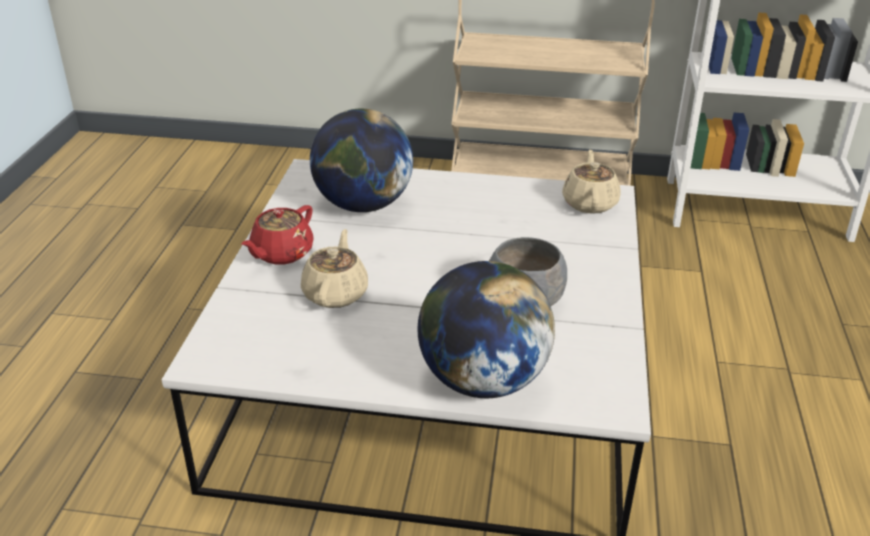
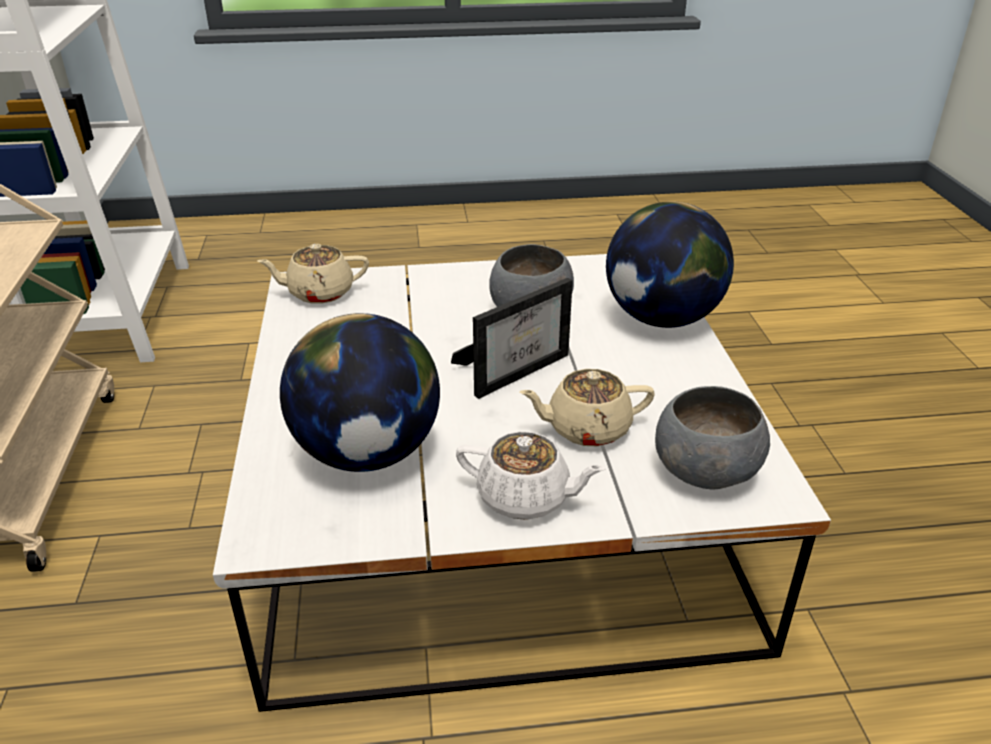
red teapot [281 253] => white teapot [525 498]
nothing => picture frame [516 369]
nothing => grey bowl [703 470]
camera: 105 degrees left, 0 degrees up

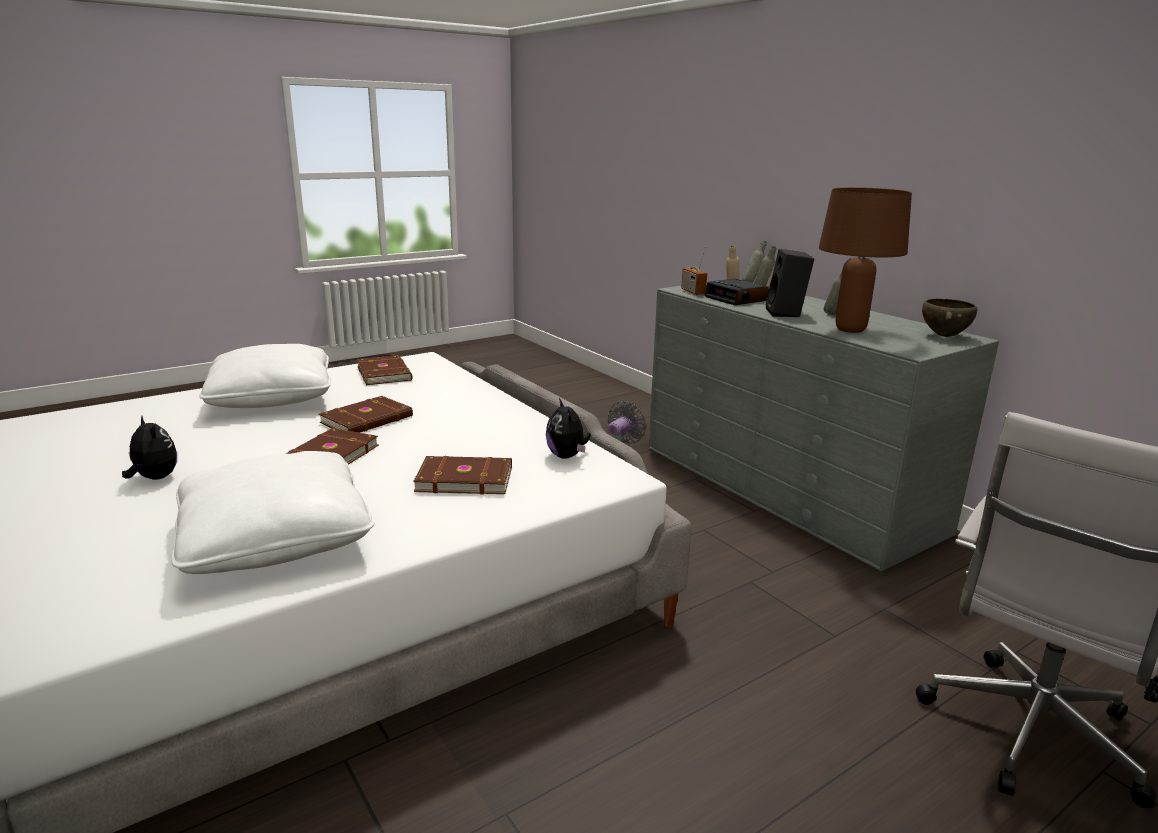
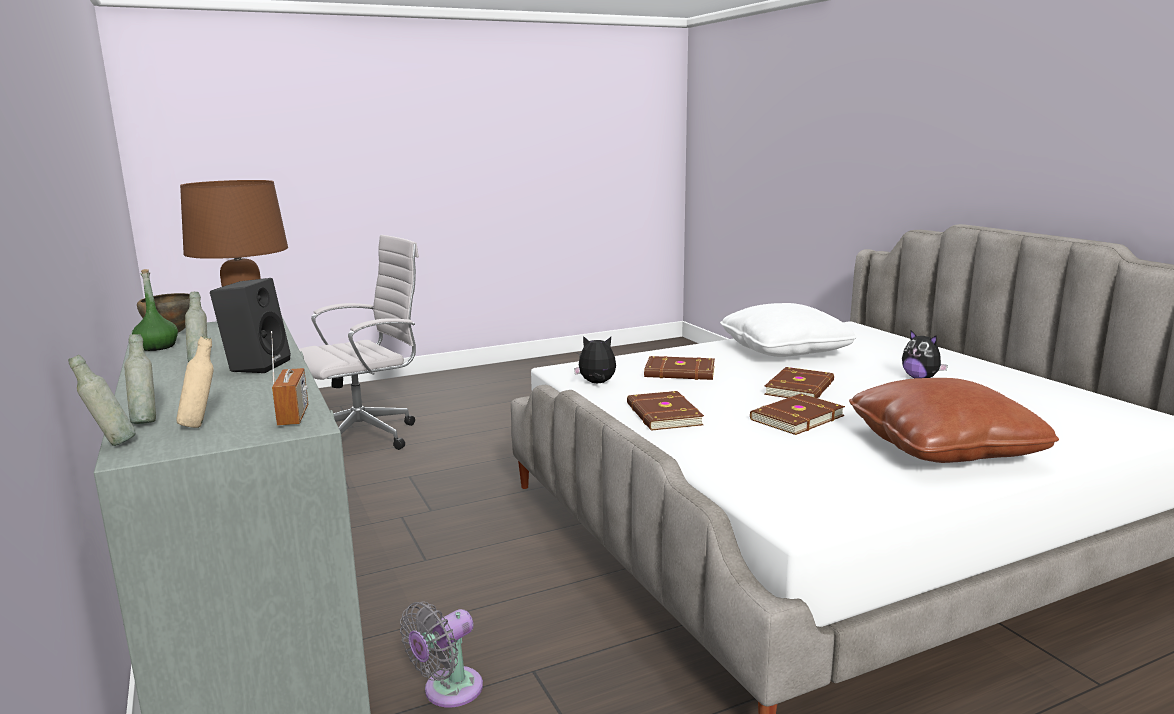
alarm clock [736 299] => nothing
white pillow [272 398] => brown pillow [943 448]
brown book [385 373] => brown book [662 415], shifted
plush toy [567 456] => plush toy [597 383], 75 degrees counterclockwise
nothing => green bottle [157 347]
camera: 170 degrees left, 5 degrees down

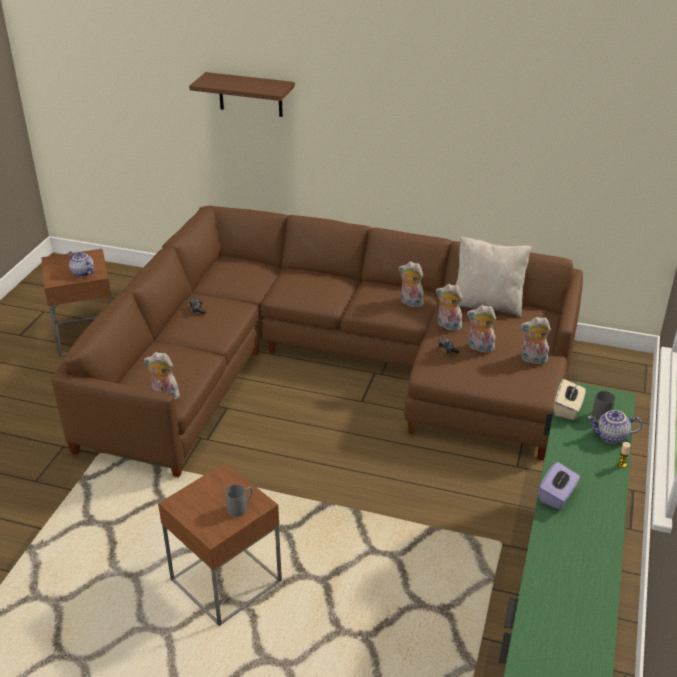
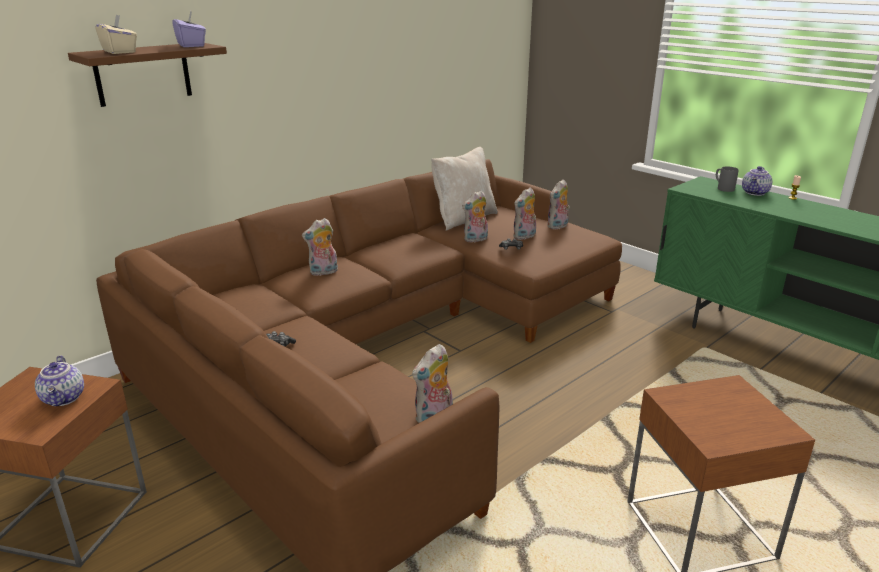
teapot [82 273] => teapot [64 398], 90 degrees counterclockwise
plush toy [410 303] => plush toy [323 272], shifted
beige tissue box [568 409] => beige tissue box [120 52], shifted
purple tissue box [557 496] => purple tissue box [191 45], shifted
grey mug [241 507] => nothing
camera: 60 degrees left, 10 degrees down

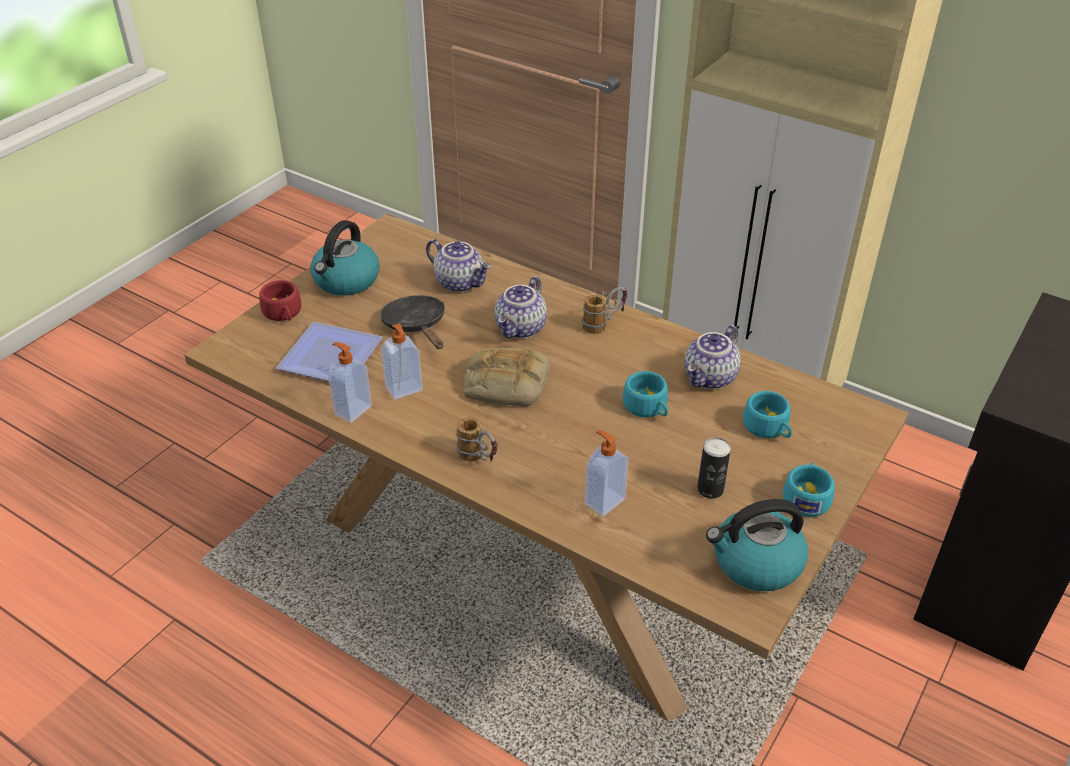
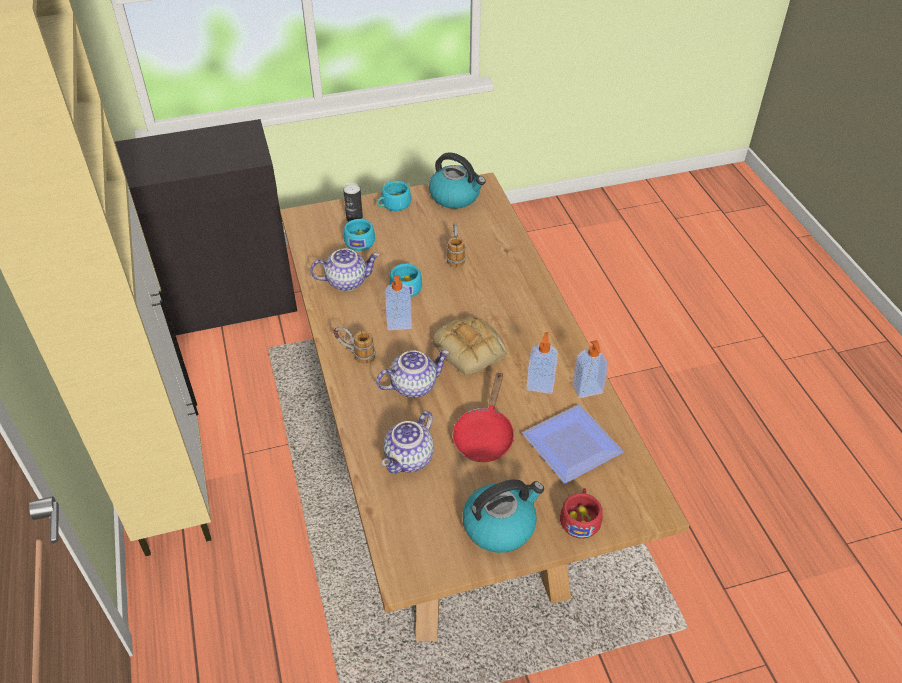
teapot [460 282] => teapot [409 459], 135 degrees counterclockwise
black frying pan [416 326] => red frying pan [484 435]
mug [479 459] => mug [455 256], shifted
soap dispenser [603 501] => soap dispenser [399 324], shifted
can [710 489] => can [354 218], shifted
camera: 140 degrees left, 5 degrees up

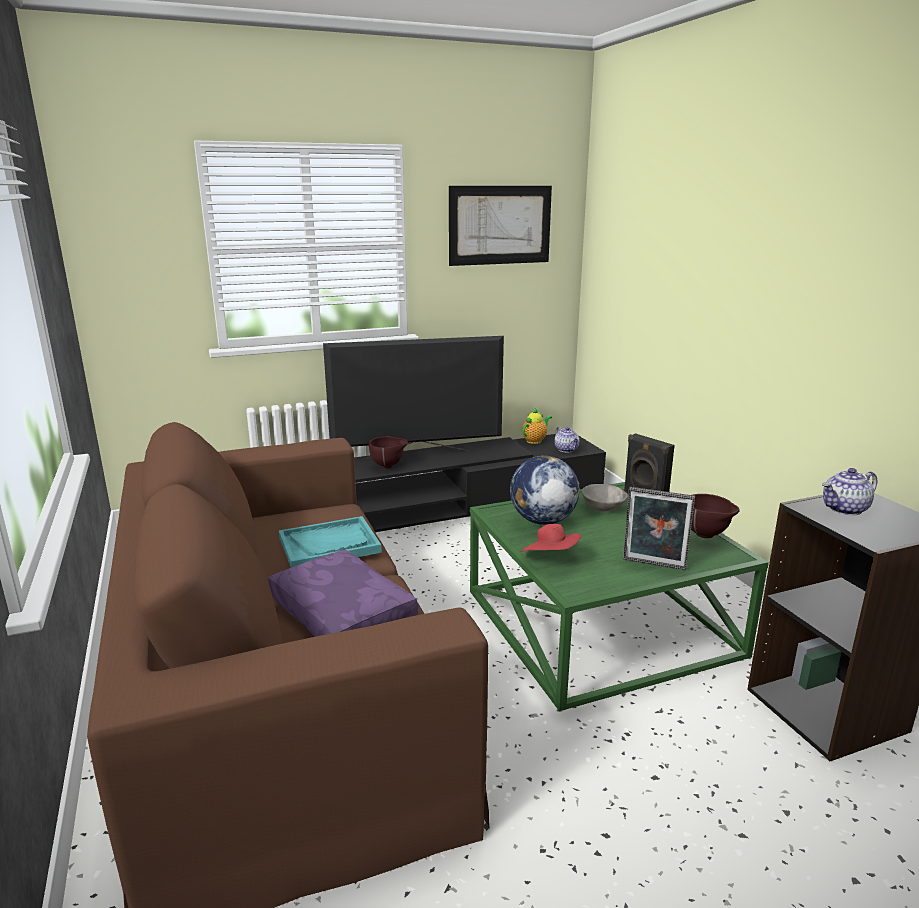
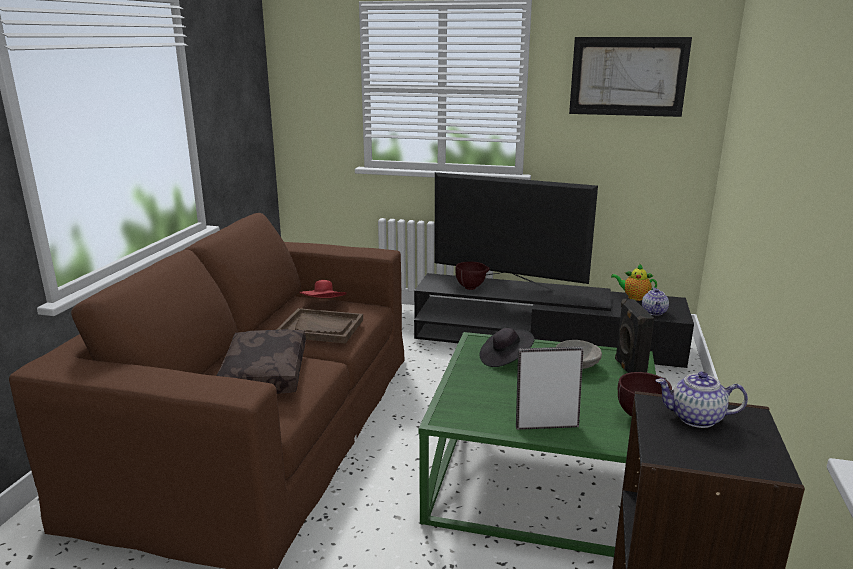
teapot [535 440] => teapot [634 297], 150 degrees counterclockwise
globe [542 521] => black hat [505 359]
picture frame [653 565] => picture frame [546 425], 120 degrees clockwise
turquoise tray [329 545] => brown tray [321 328]
red hat [550 558] => red hat [324 305], shifted
purple pillow [339 614] => brown pillow [263 373]
camera: 35 degrees right, 0 degrees up

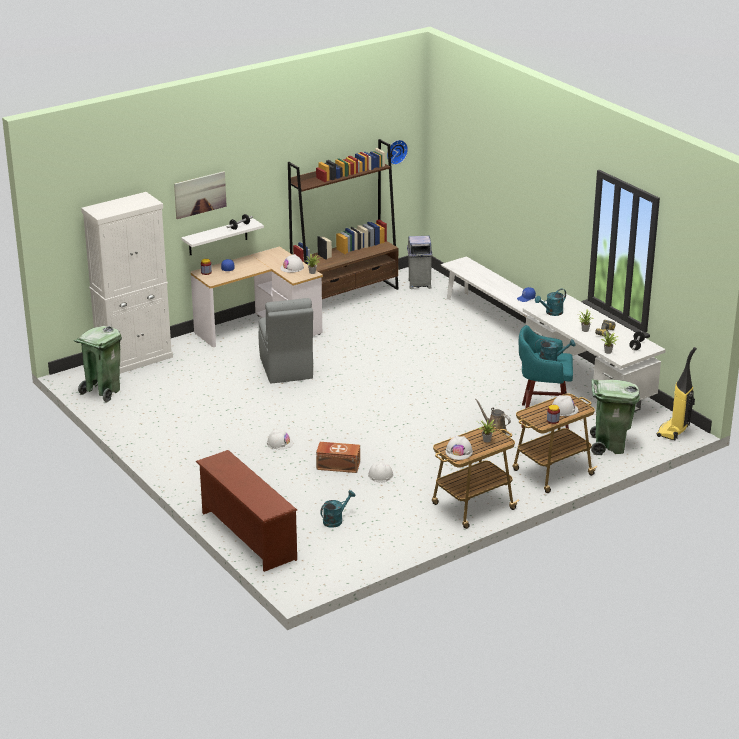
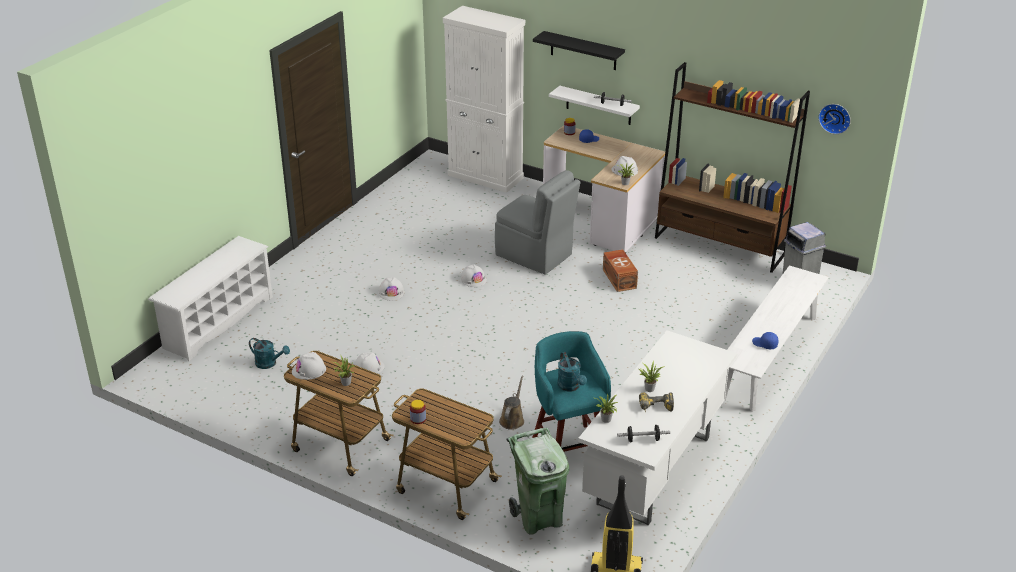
picture [200 194] => black shelf [583 51]
turquoise watering can [551 313] => nothing
grey chair [286 369] => grey chair [535 255], 105 degrees counterclockwise
green trash can [102 391] => nothing
white hard hat [564 409] => white hard hat [473 279], shifted
brown storage box [337 465] => brown storage box [619 278], shifted
brown shoe rack [246 536] => white shoe rack [217 322]
camera: 65 degrees right, 5 degrees up

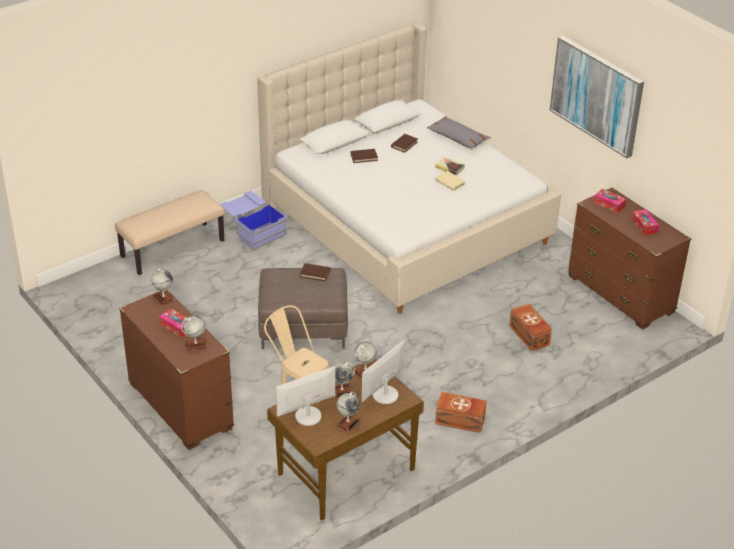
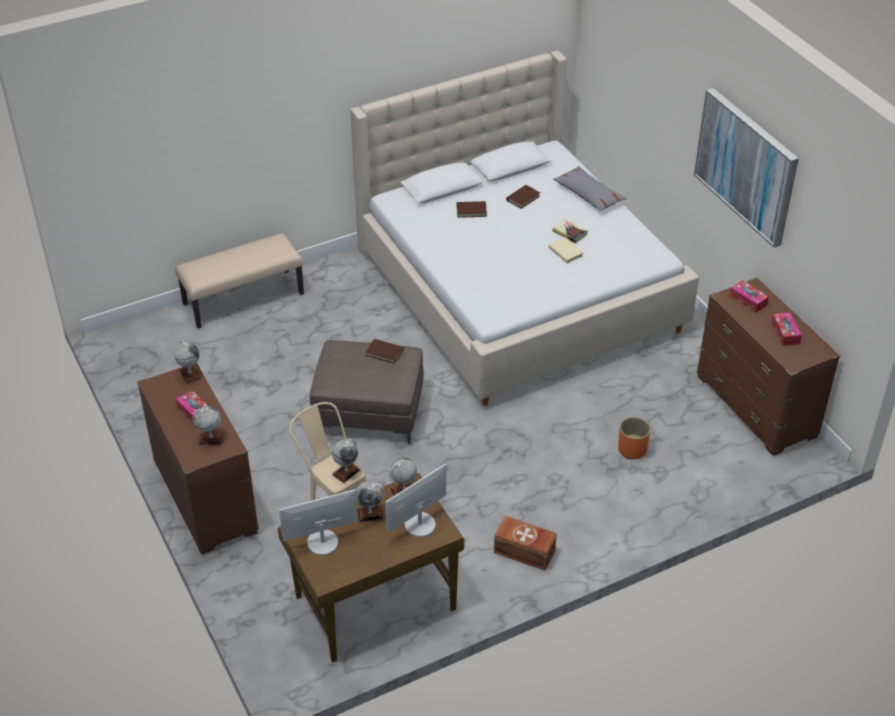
blue storage box [253 230] => nothing
brown storage box [529 335] => orange planter [632 450]
globe [348 423] => globe [346 472], shifted
camera: 10 degrees right, 5 degrees up

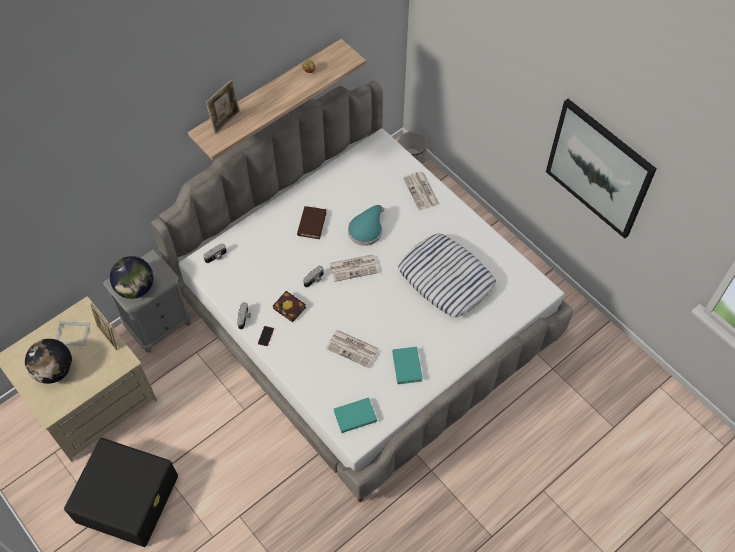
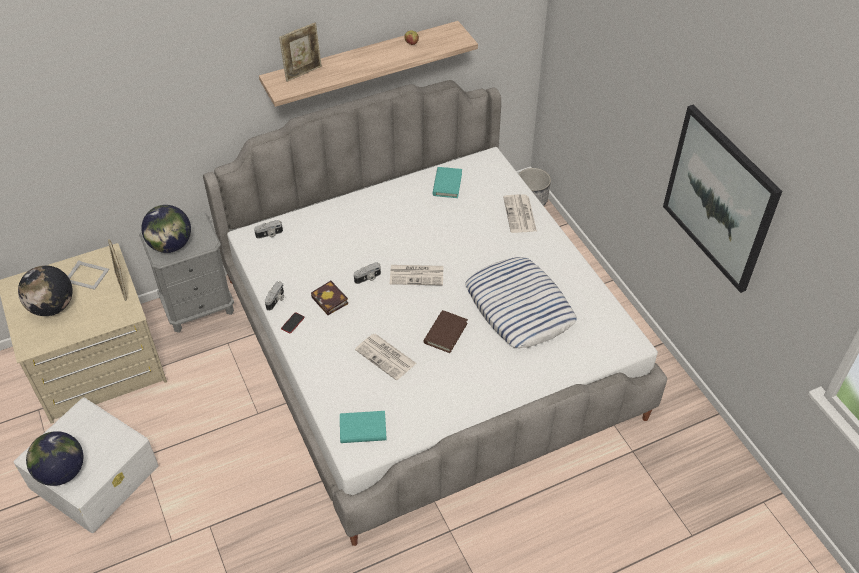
turquoise hat [366 229] => nothing
brown book [312 224] => brown book [445 333], shifted
turquoise book [407 366] => turquoise book [447 184], shifted
black storage box [127 497] => white storage box [95 475]
nothing => globe [62 472]
camera: 15 degrees right, 10 degrees down

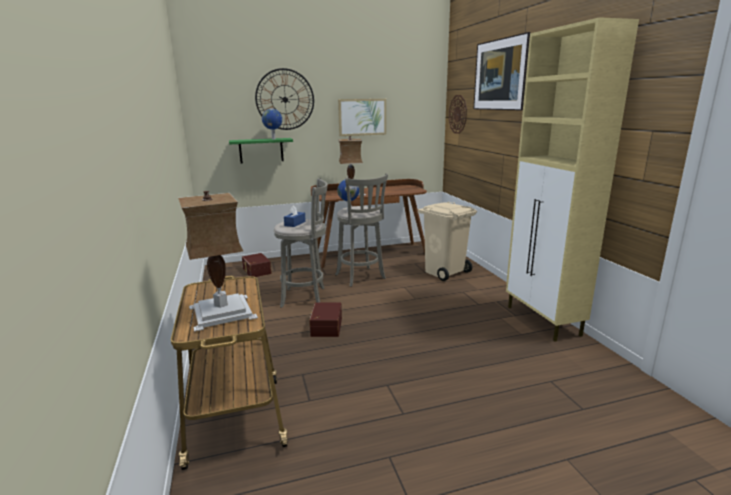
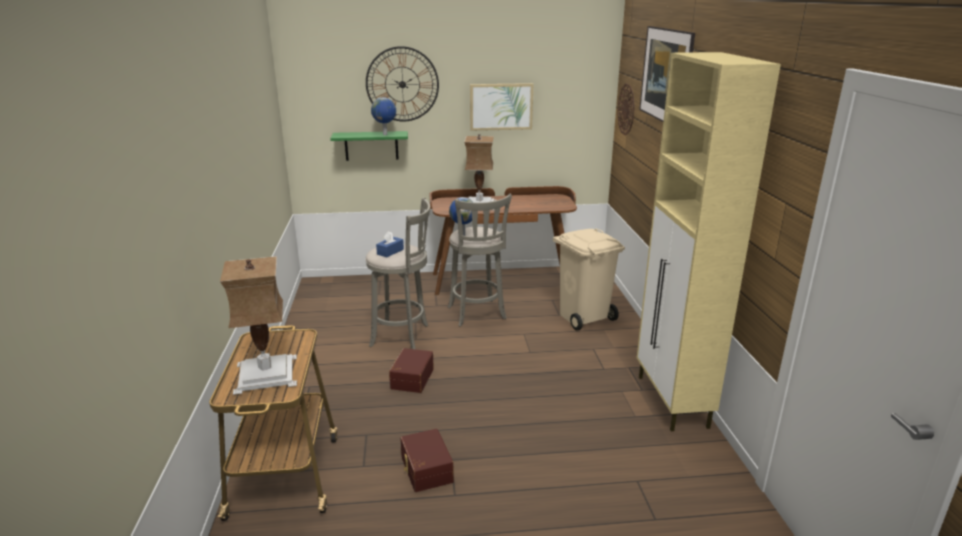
brown storage box [256 271] => brown storage box [425 469], shifted
camera: 10 degrees right, 5 degrees up

